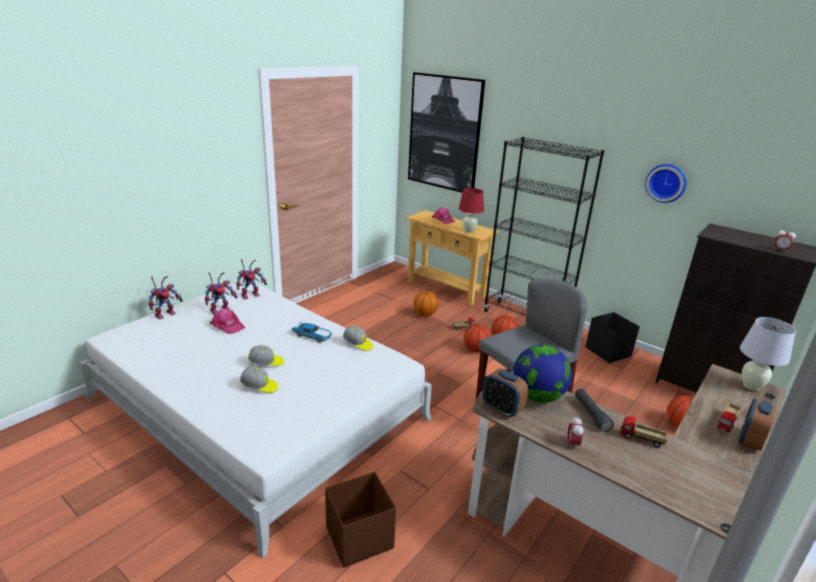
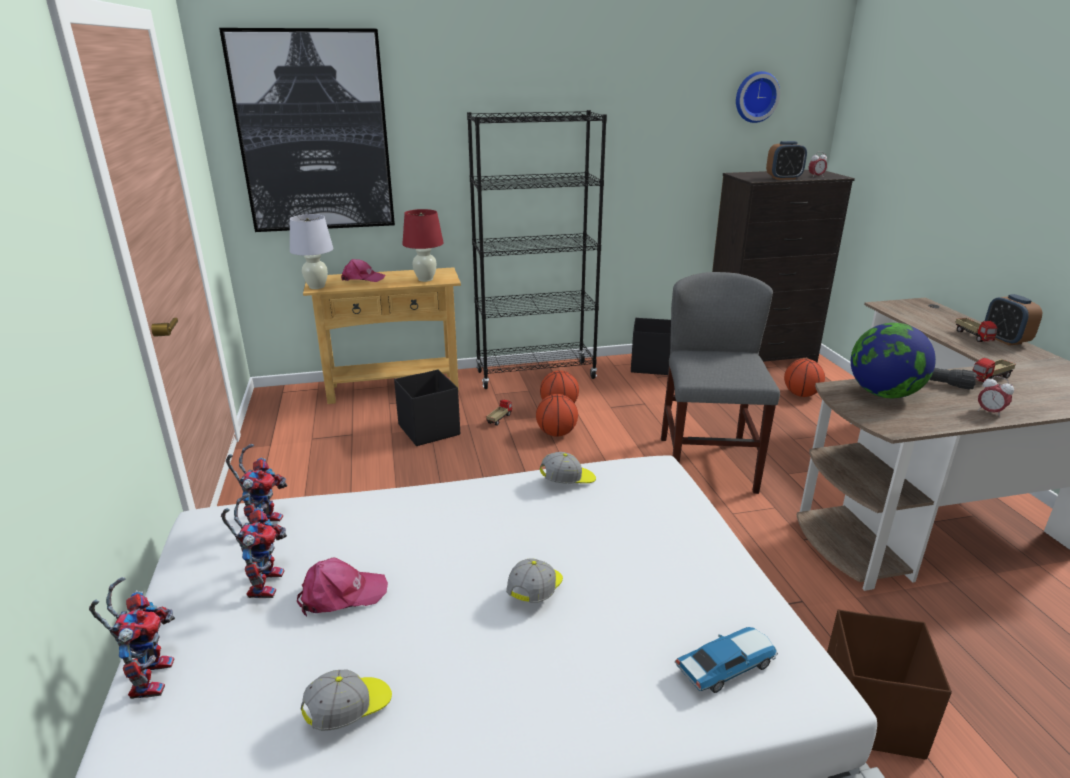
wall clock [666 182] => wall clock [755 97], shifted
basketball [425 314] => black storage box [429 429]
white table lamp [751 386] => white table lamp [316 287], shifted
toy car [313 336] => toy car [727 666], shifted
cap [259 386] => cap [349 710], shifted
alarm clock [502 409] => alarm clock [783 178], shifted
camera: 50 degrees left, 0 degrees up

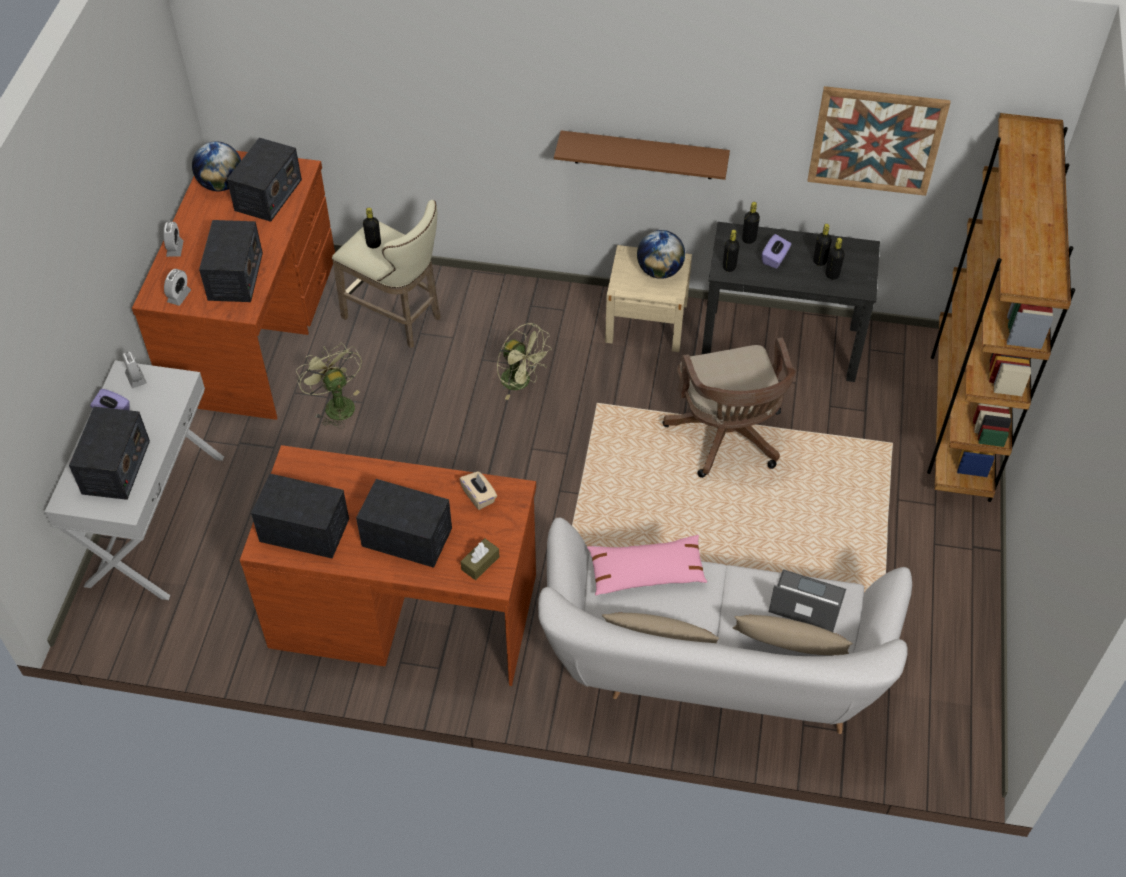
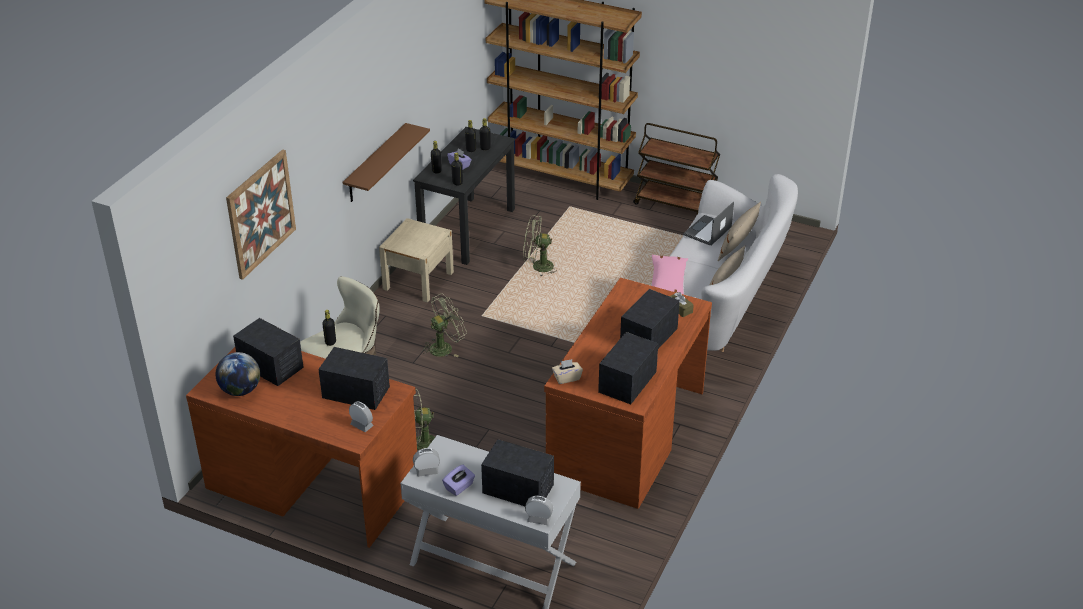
picture [876 140] => picture [261 213], shifted
alarm clock [175 249] => alarm clock [539 519], shifted
globe [659 271] => nothing
brown office chair [727 438] => green fan [538 267]
beige tissue box [479 496] => beige tissue box [567 378], shifted
nothing => brown cart [675 204]
camera: 75 degrees left, 15 degrees down

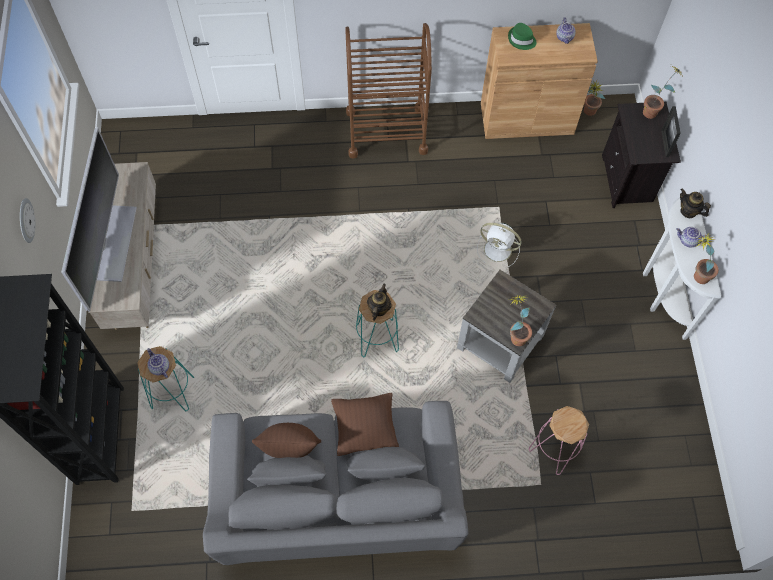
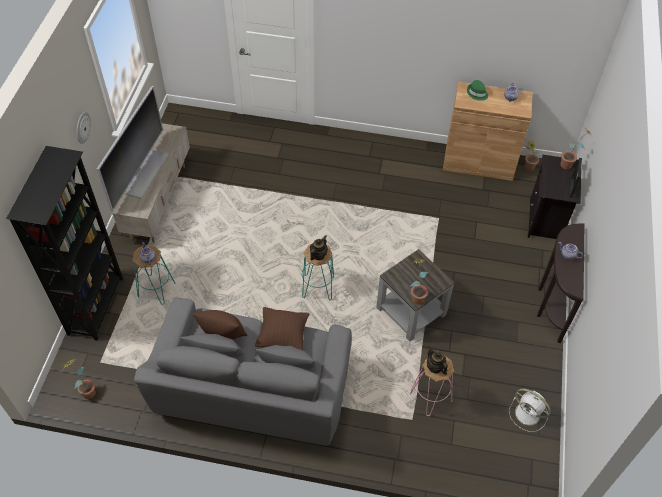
brown cart [386 131] => nothing
teapot [688 211] => teapot [435 367], shifted
white console table [662 292] => brown console table [550 304]
white fan [499 250] => white fan [528 414], shifted
potted plant [696 275] => potted plant [86 391], shifted
camera: 15 degrees right, 10 degrees down

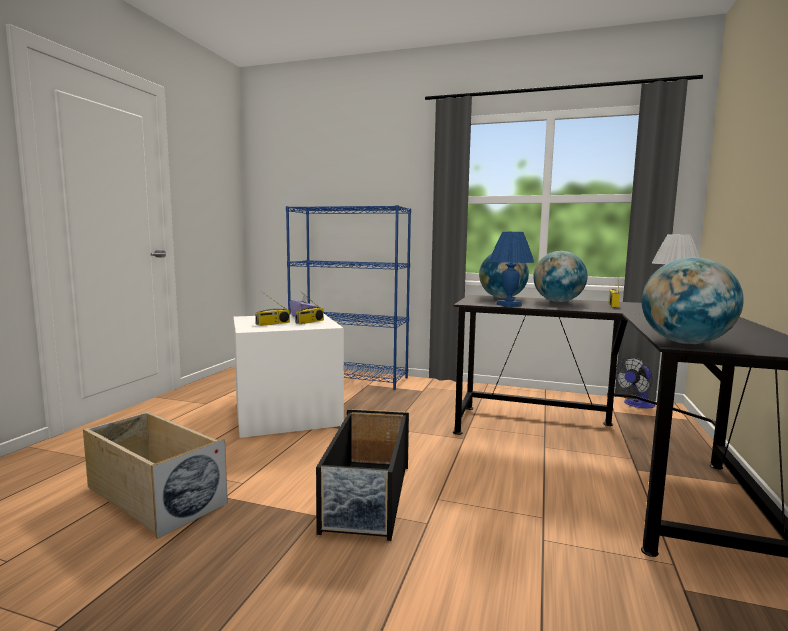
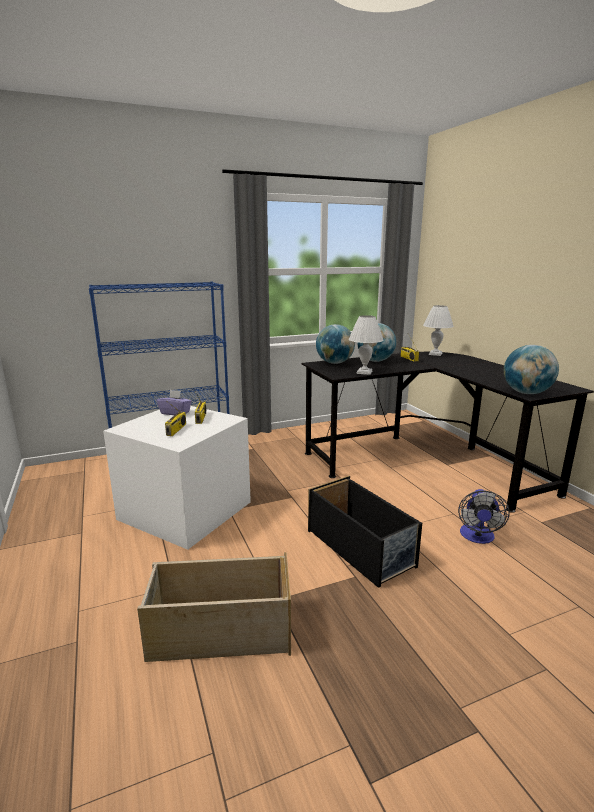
blue table lamp [508 305] => white table lamp [364 372]
fan [636 404] => fan [477 537], shifted
camera: 40 degrees left, 10 degrees up

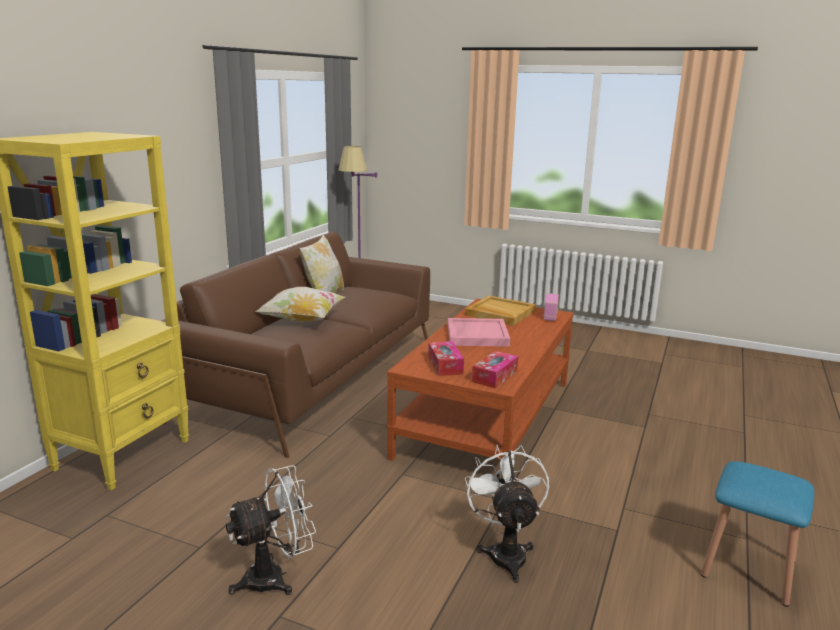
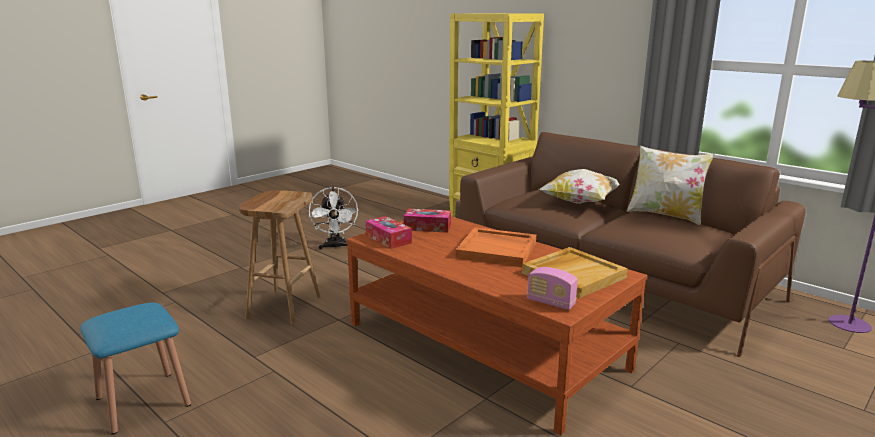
pink tray [476 335] => orange tray [497 250]
white fan [506 552] => brown stool [283 306]
camera: 110 degrees right, 0 degrees up

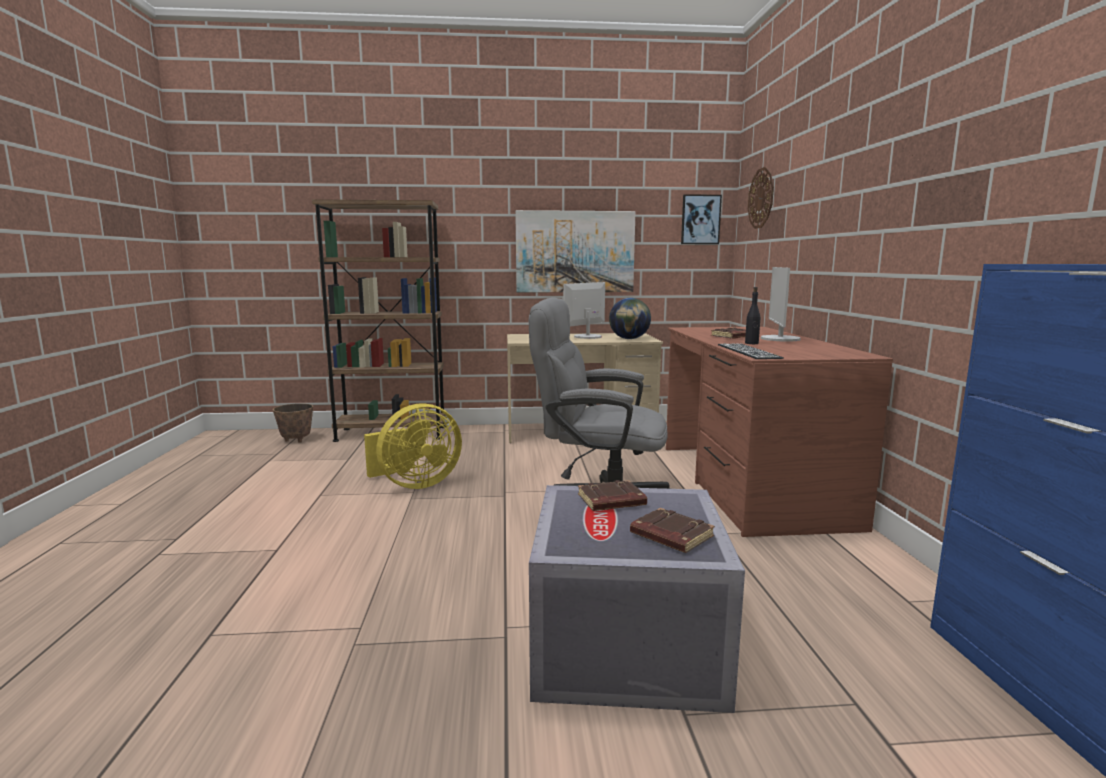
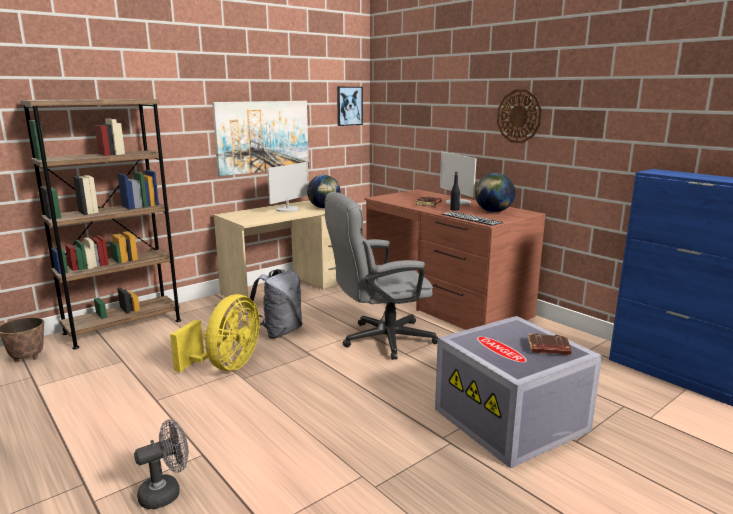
wall clock [761 198] => wall clock [519 116], shifted
monitor [587 337] => monitor [288 209], 150 degrees counterclockwise
brown book [611 501] => nothing
nothing => globe [493 212]
nothing => grey backpack [279 332]
nothing => grey fan [166 492]
camera: 35 degrees left, 5 degrees up

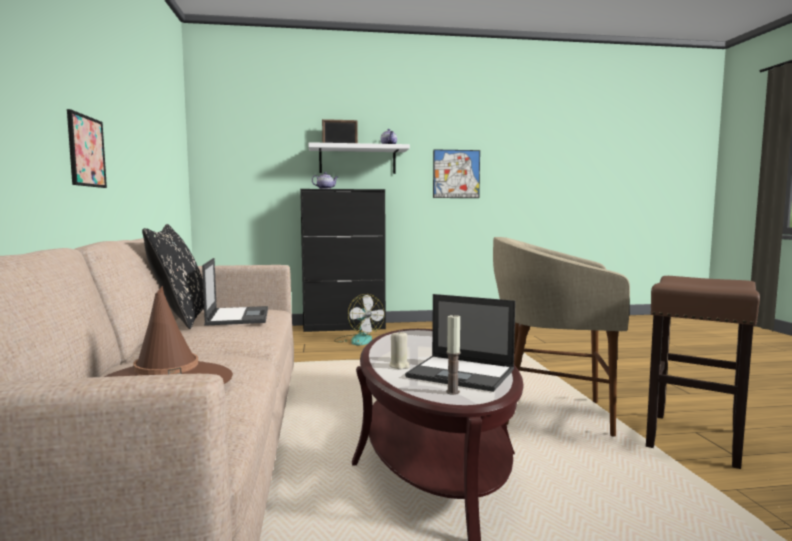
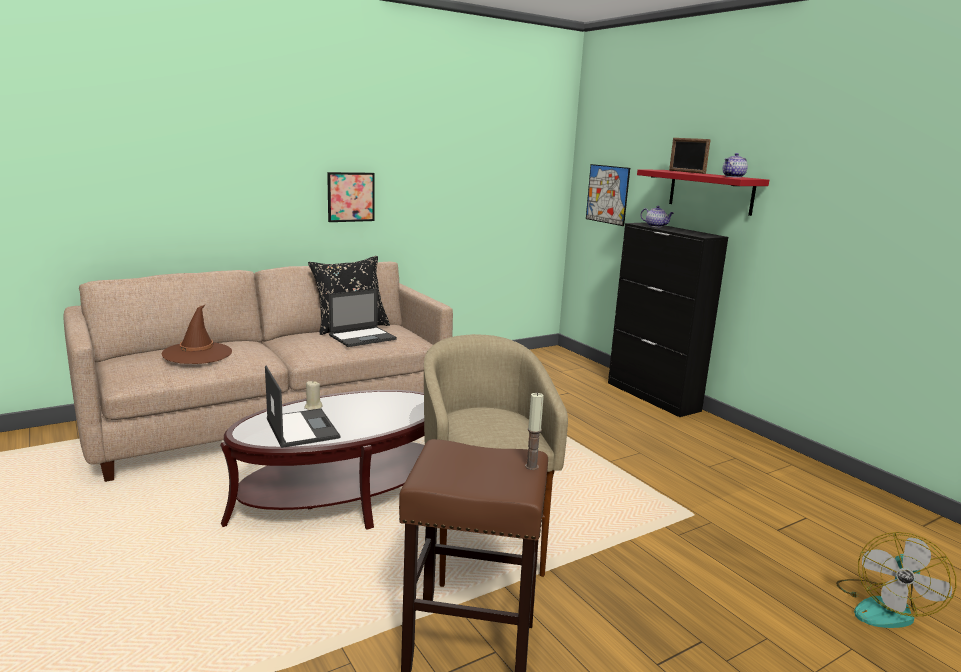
white shelf [357 160] => red shelf [710 192]
picture [456 174] => picture [607 194], shifted
fan [358 340] => fan [884 607], shifted
laptop [462 373] => laptop [301 428], 150 degrees clockwise
candle [452 392] => candle [531 466], shifted
camera: 65 degrees right, 10 degrees up

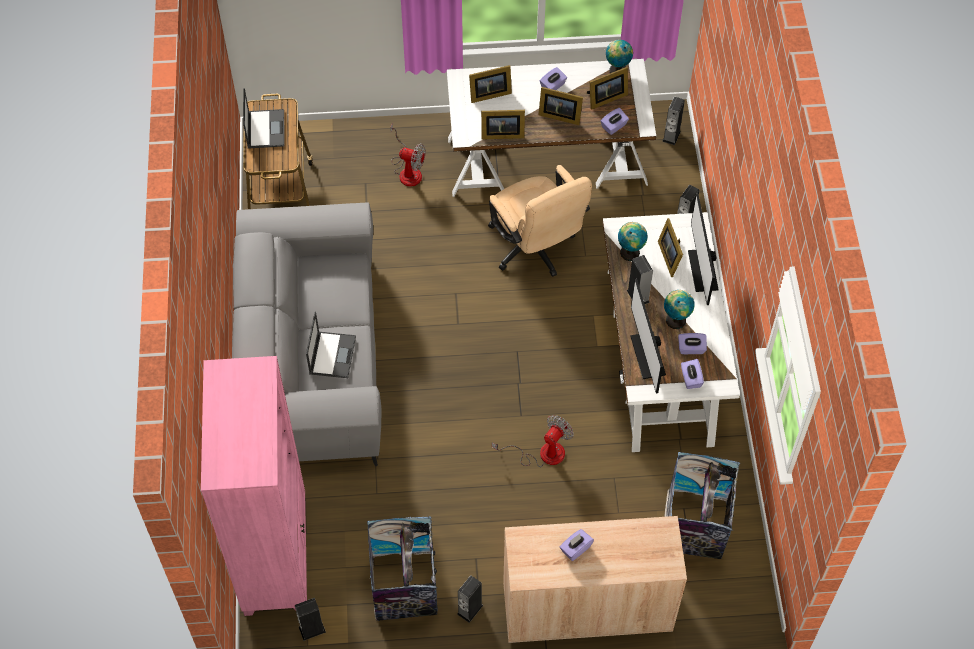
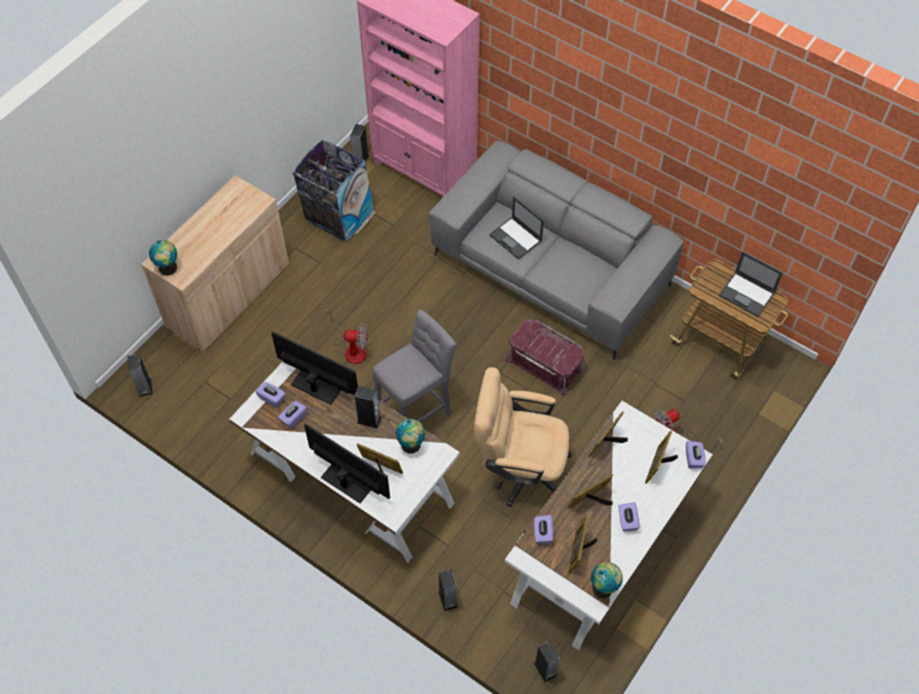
globe [676 319] => globe [168 268], shifted
fan [542 453] => fan [351 348], 75 degrees counterclockwise
trash can [694 528] => nothing
purple tissue box [575 549] => purple tissue box [694 459], shifted
speaker [470 609] => speaker [145 387], shifted
nothing => grey stool [416 413]
nothing => red storage box [545 364]
camera: 130 degrees right, 0 degrees up

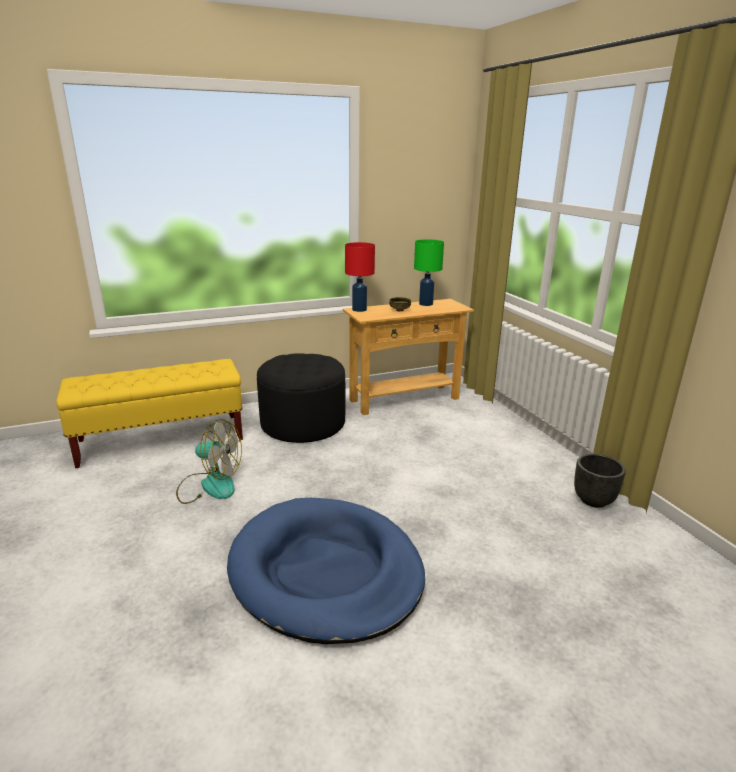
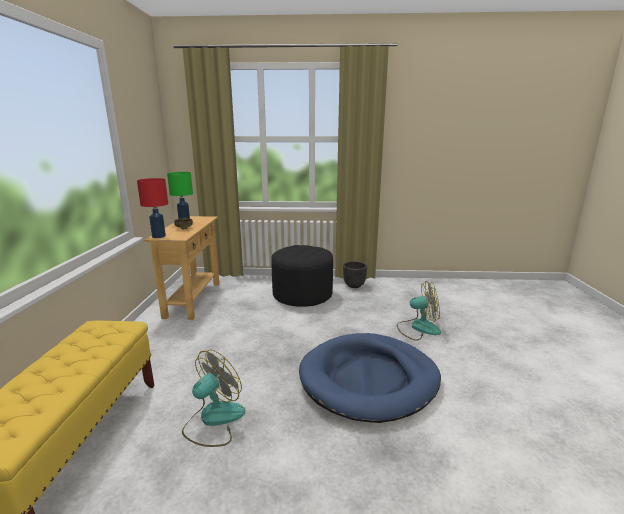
black ottoman [303 423] => black ottoman [302 294], shifted
nothing => fan [418 328]
camera: 65 degrees left, 5 degrees down

